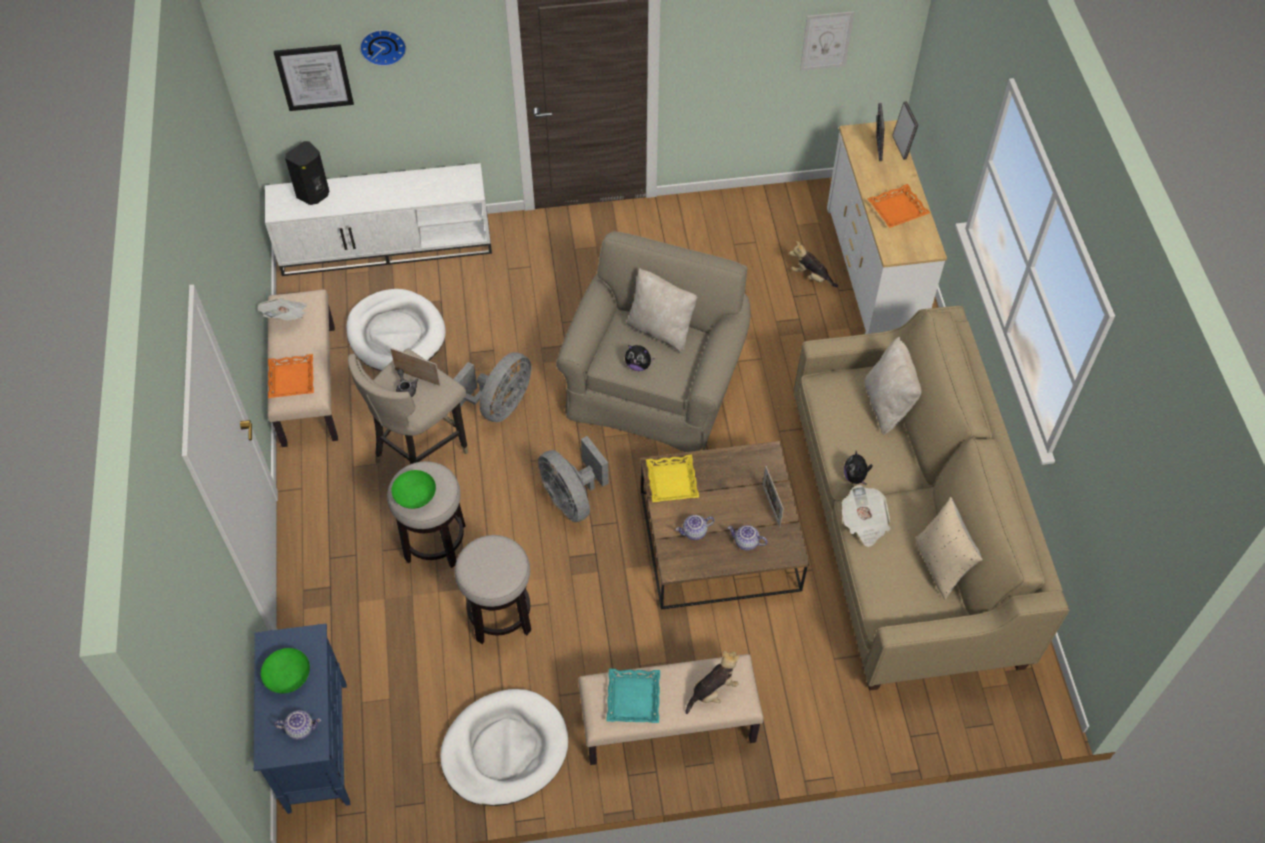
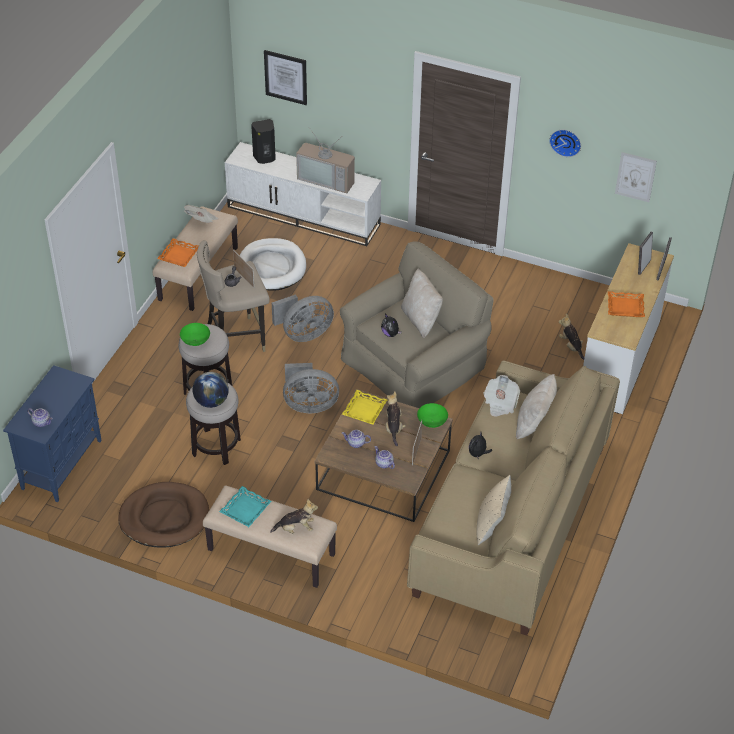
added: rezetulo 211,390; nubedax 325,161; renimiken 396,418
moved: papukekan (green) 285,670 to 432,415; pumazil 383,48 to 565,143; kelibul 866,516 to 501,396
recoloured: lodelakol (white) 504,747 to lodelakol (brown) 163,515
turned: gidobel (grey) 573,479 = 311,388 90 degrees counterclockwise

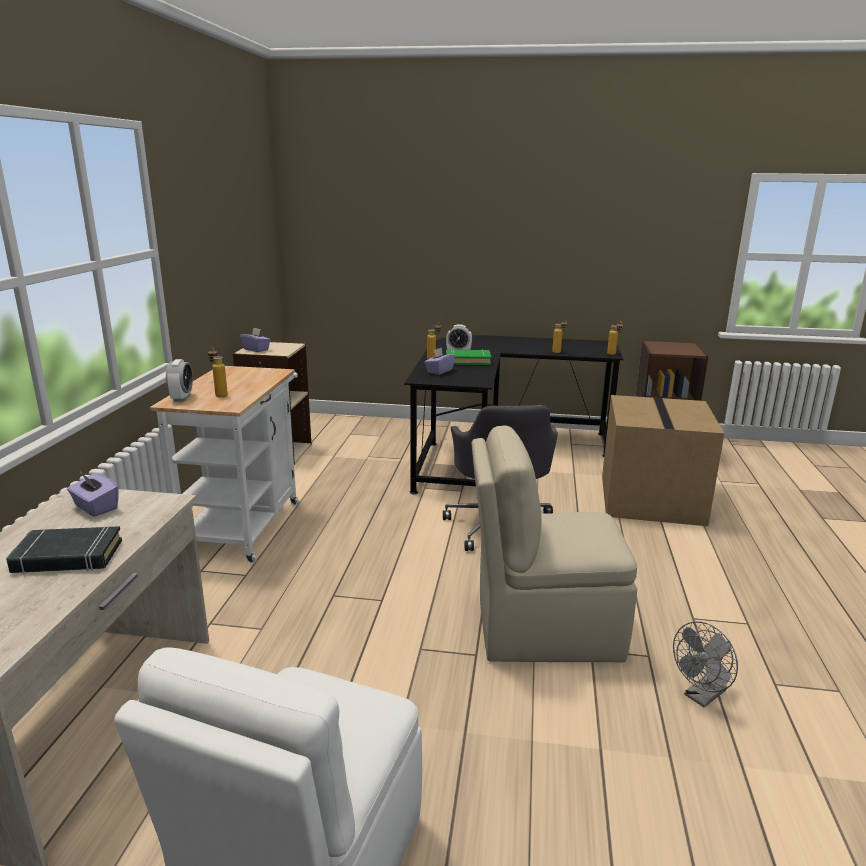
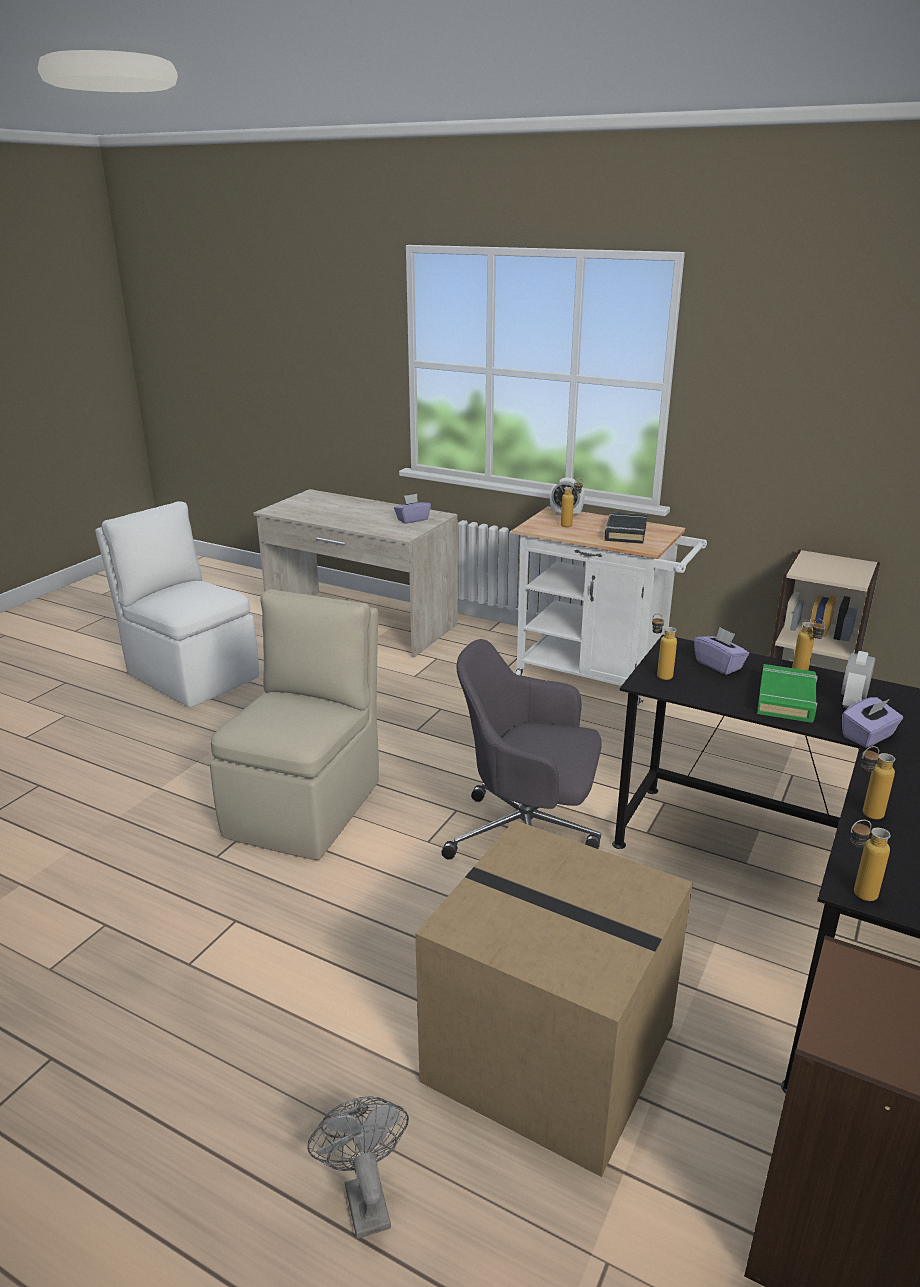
added: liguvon 664,647
moved: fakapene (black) 64,550 to 625,528; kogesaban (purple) 255,339 to 872,722; gidobel (grey) 705,664 to 358,1167

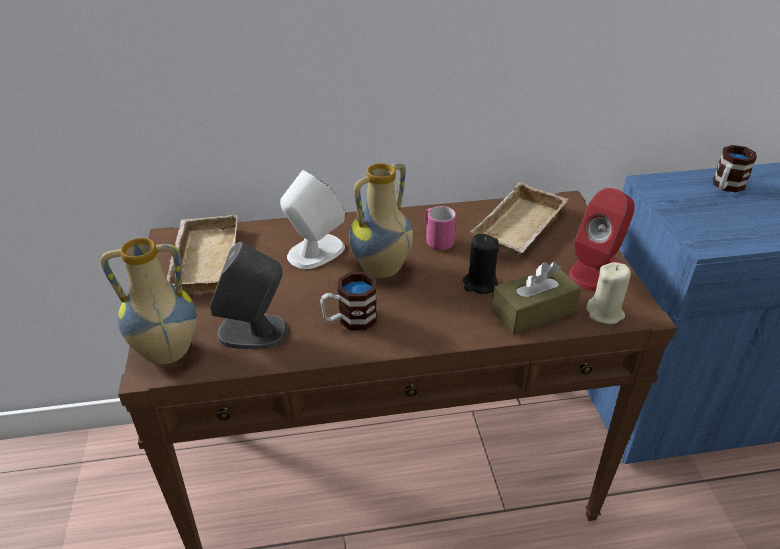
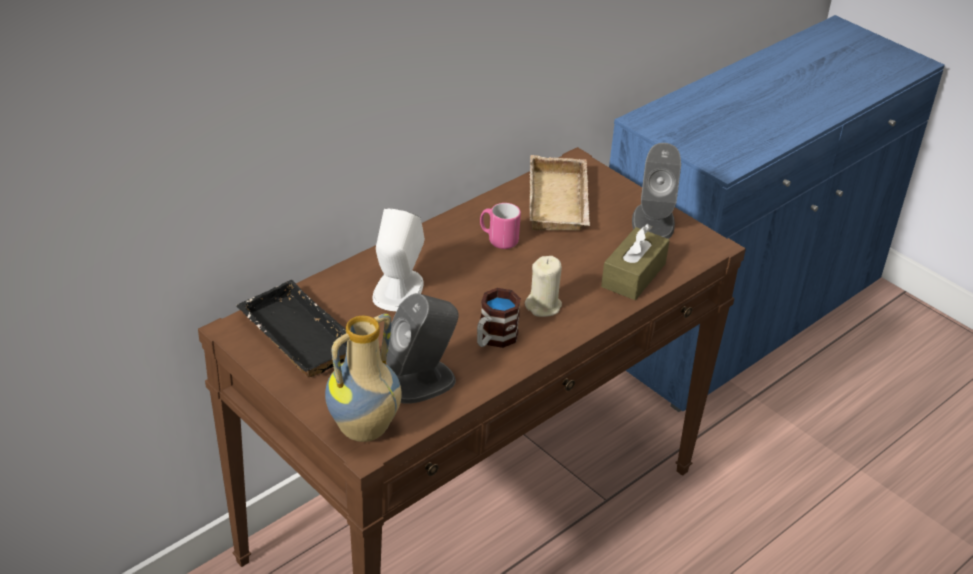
removed: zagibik 381,220; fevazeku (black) 481,264; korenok 735,168
moved: fevazeku (beige) 608,293 to 543,286
recoloured: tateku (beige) 202,254 to tateku (black) 291,328; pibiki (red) 602,239 to pibiki (grey) 656,191

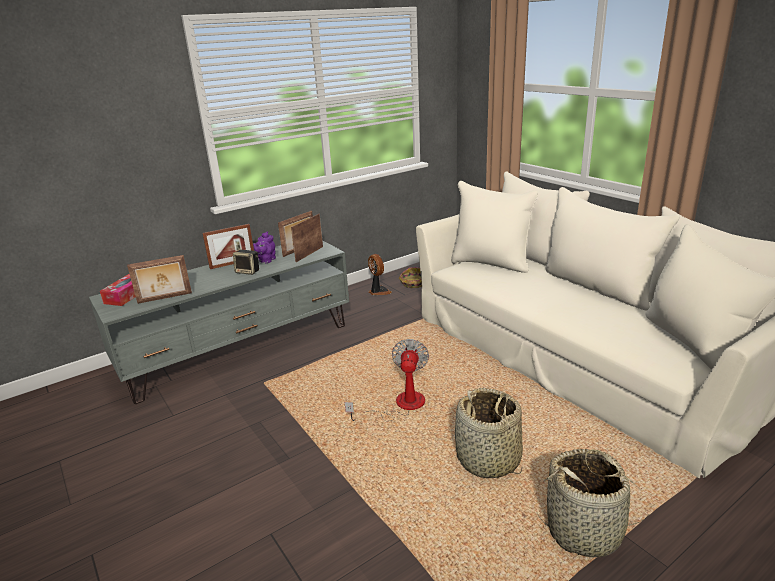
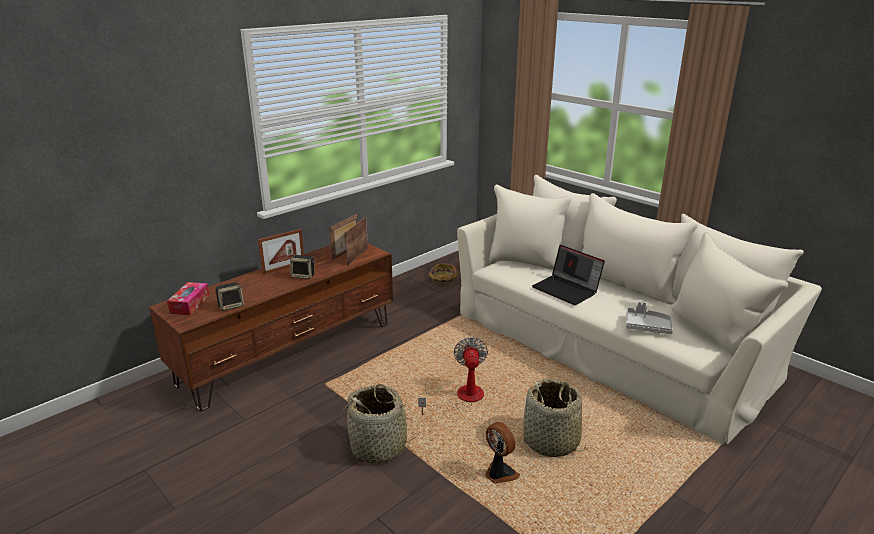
removed: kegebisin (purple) 264,247
added: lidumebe 568,275; tateku (grey) 649,318
moved: gidobel 380,274 to 502,453; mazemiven 592,503 to 381,424
replaced: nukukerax 159,279 to pibiki 229,296
recoloured: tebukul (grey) 219,322 to tebukul (brown) 271,328

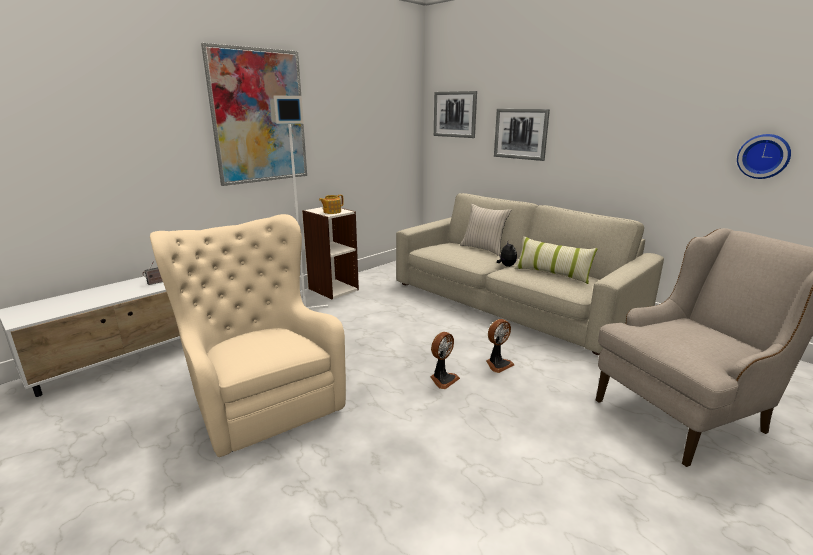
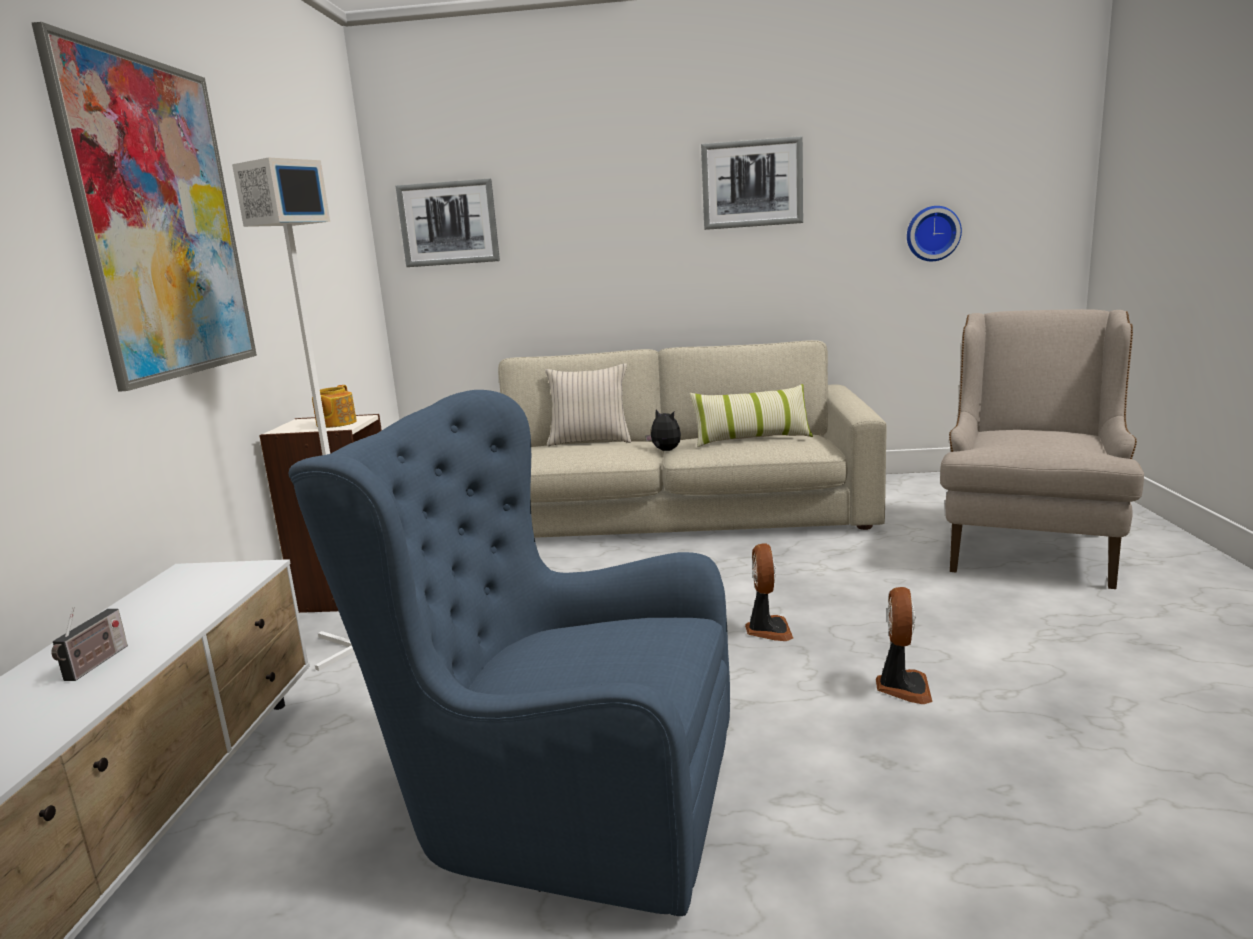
moved: gidobel 500,346 to 904,645; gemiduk 522,135 to 752,183
recoloured: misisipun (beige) 248,335 to misisipun (blue) 509,653

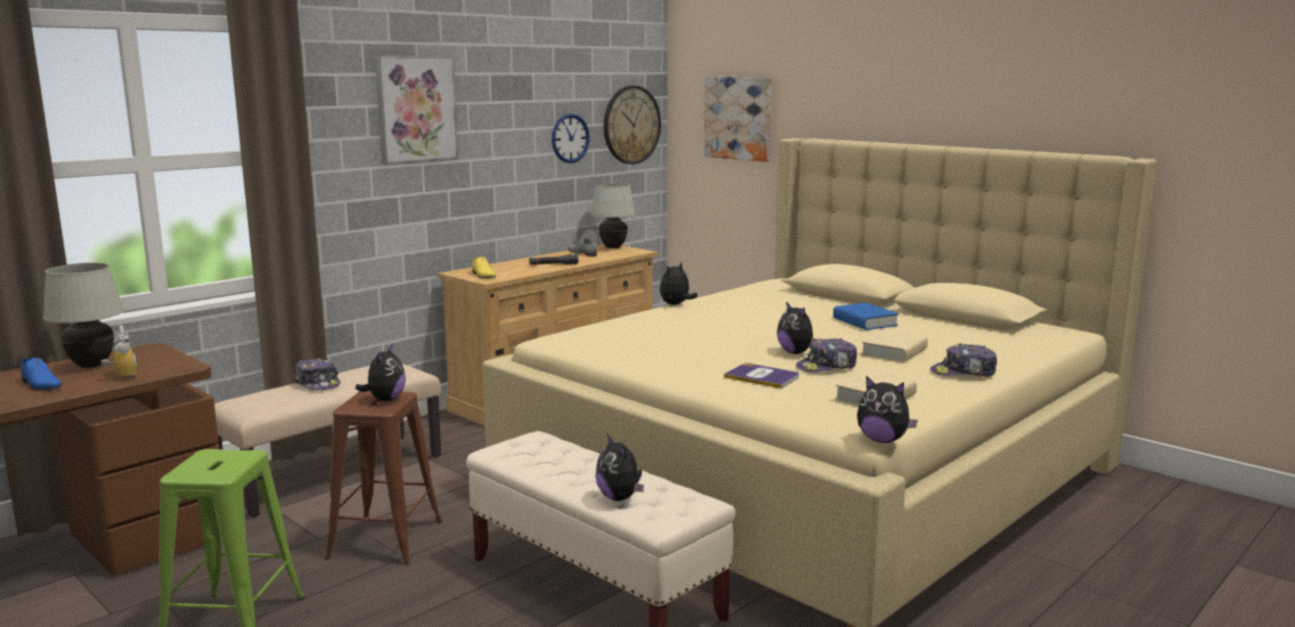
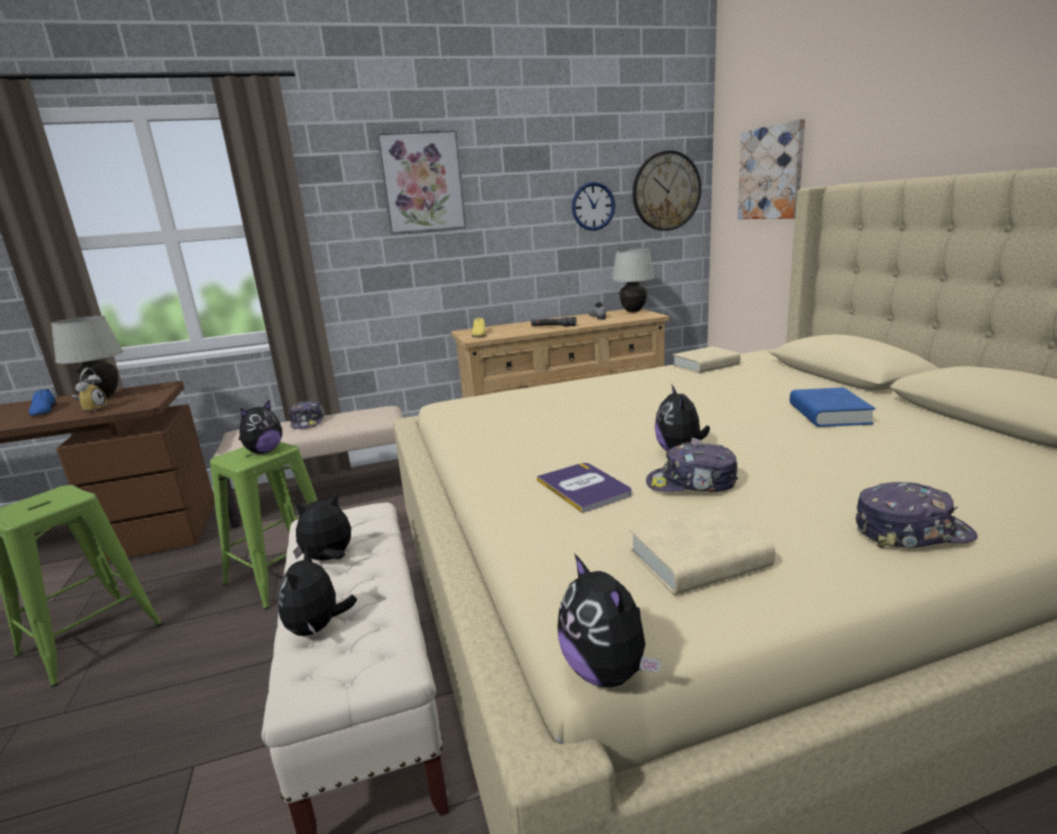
moved: renimiken 679,284 to 322,526; fakapene (beige) 894,345 to 706,359
recoloured: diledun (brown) 383,477 to diledun (green) 264,526
turned: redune 963,359 = 916,515 150 degrees clockwise

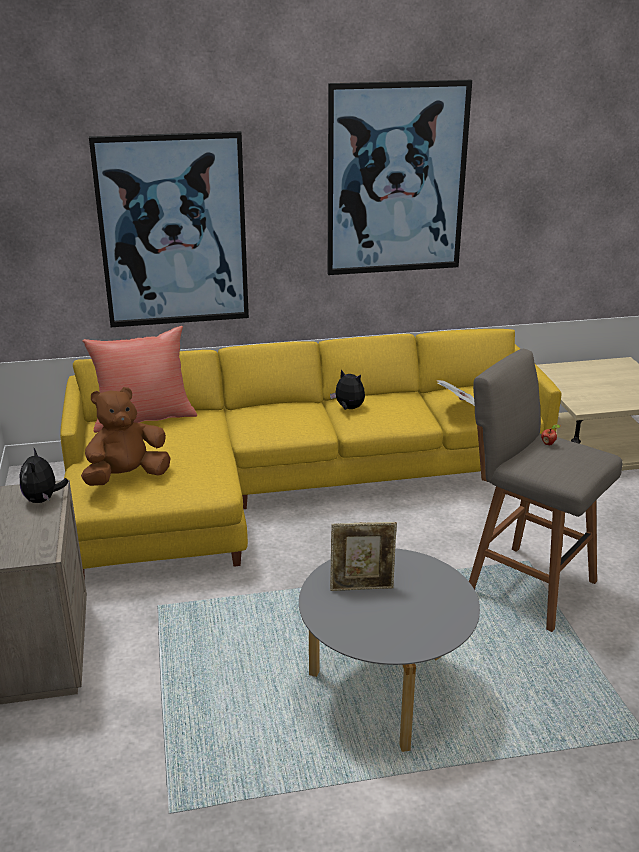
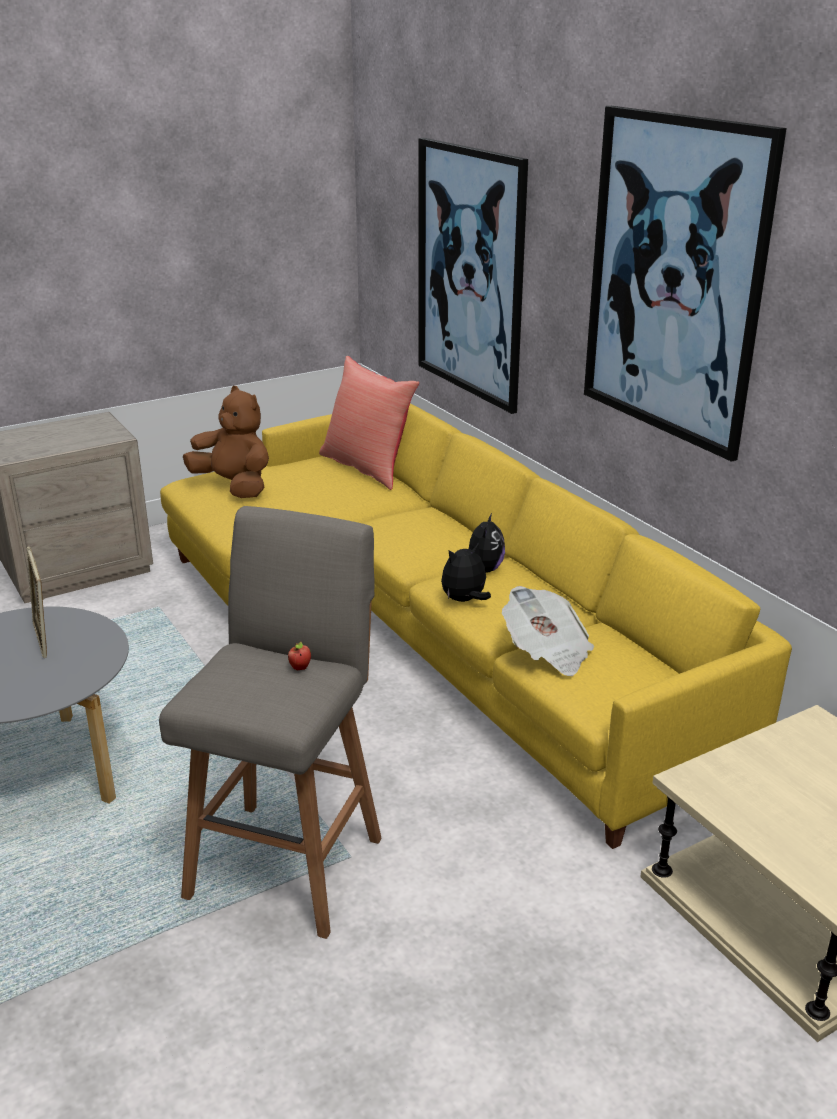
moved: renimiken 44,475 to 466,572

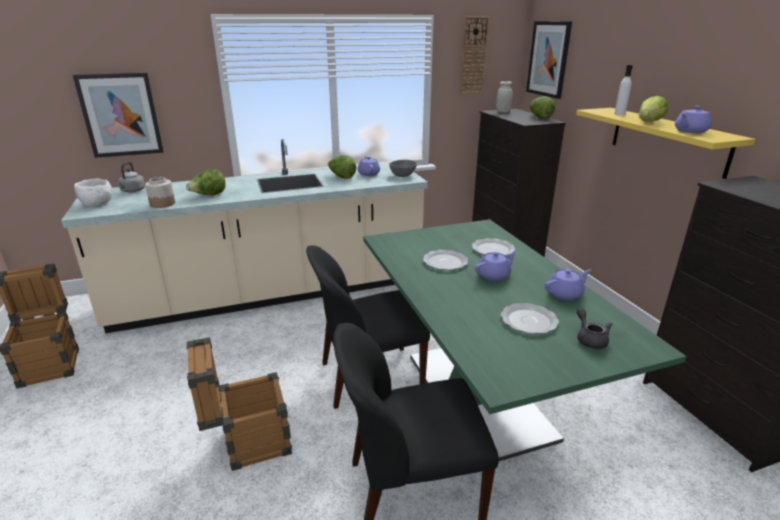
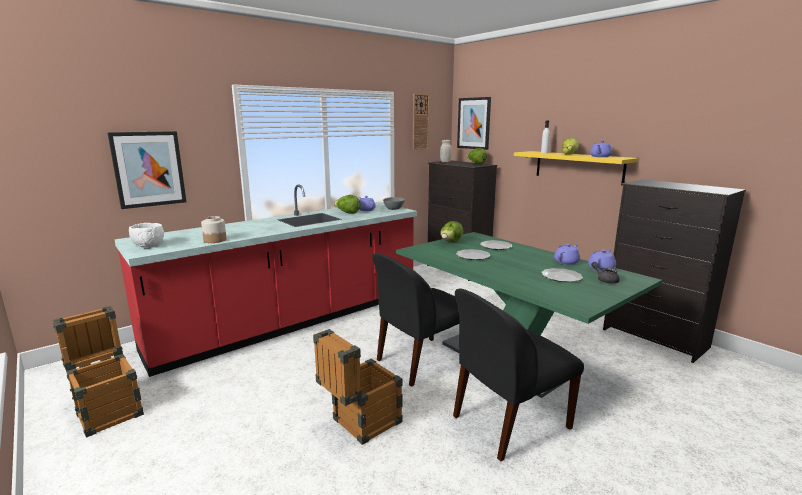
removed: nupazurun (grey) 130,177
moved: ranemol 206,182 to 451,231; kegebisin (purple) 496,266 to 602,260
recoloured: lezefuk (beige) 244,236 to lezefuk (red) 265,280

